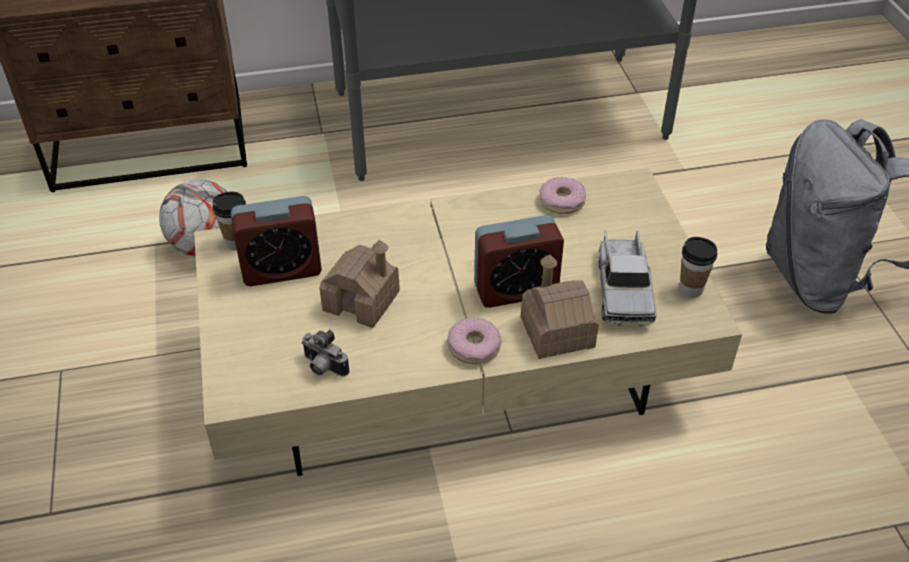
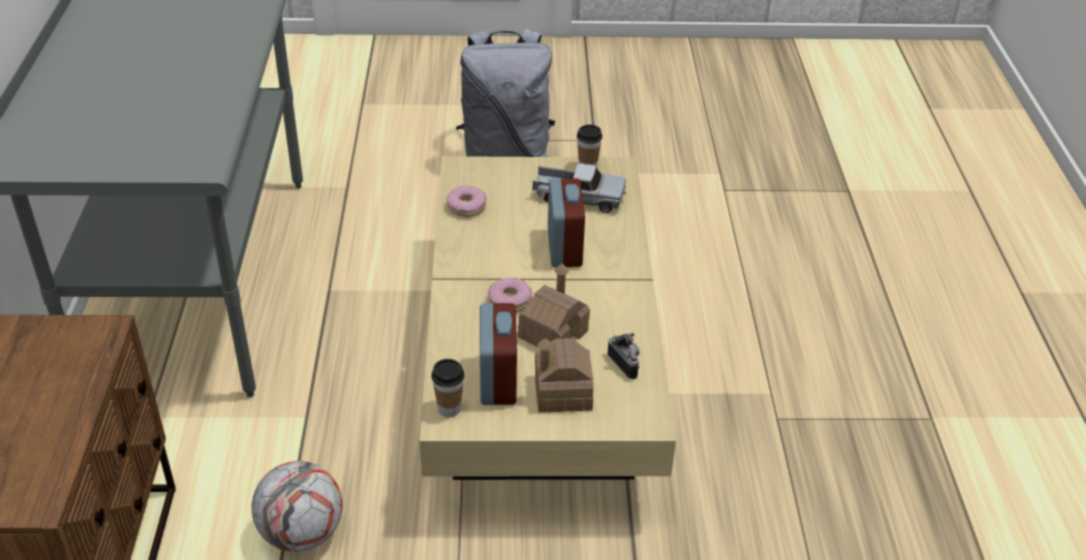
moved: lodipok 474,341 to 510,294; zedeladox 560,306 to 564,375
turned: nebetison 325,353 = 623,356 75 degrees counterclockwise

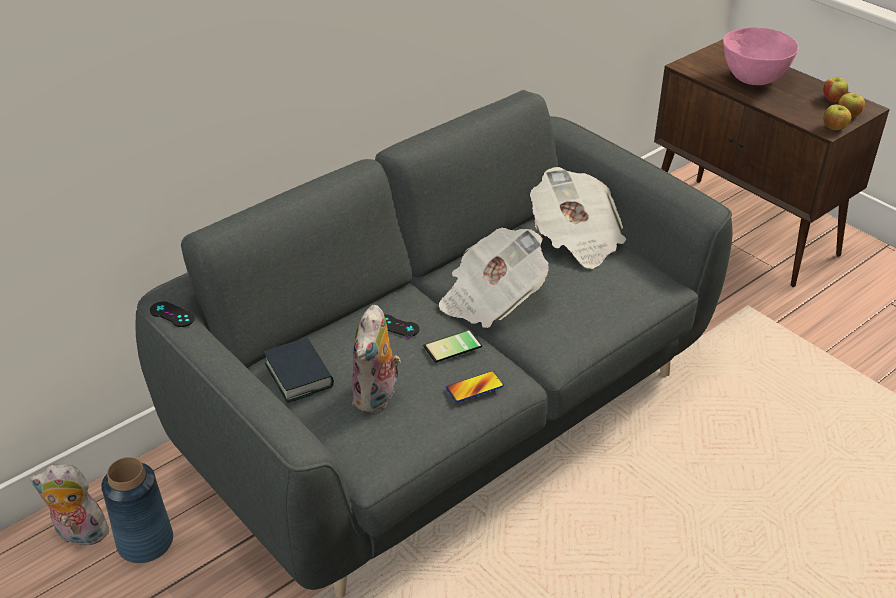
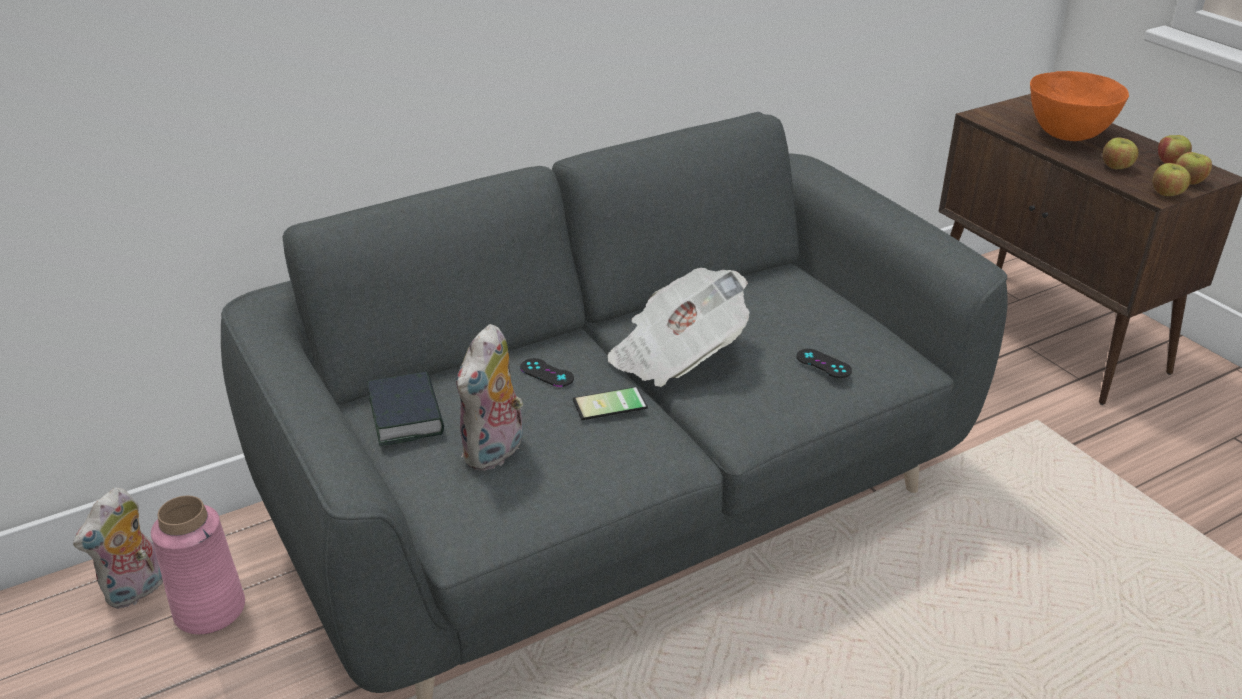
removed: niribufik 475,387; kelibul 578,218
added: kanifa 1121,153
moved: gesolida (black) 172,314 to 824,363
recoloured: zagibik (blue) 137,510 to zagibik (pink) 198,565; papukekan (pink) 761,56 to papukekan (orange) 1079,106
turned: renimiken 69,505 = 118,548 75 degrees counterclockwise

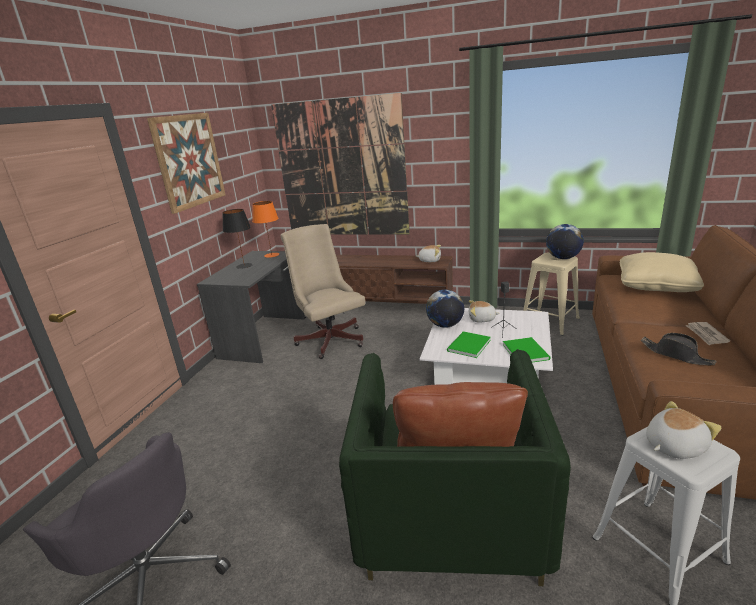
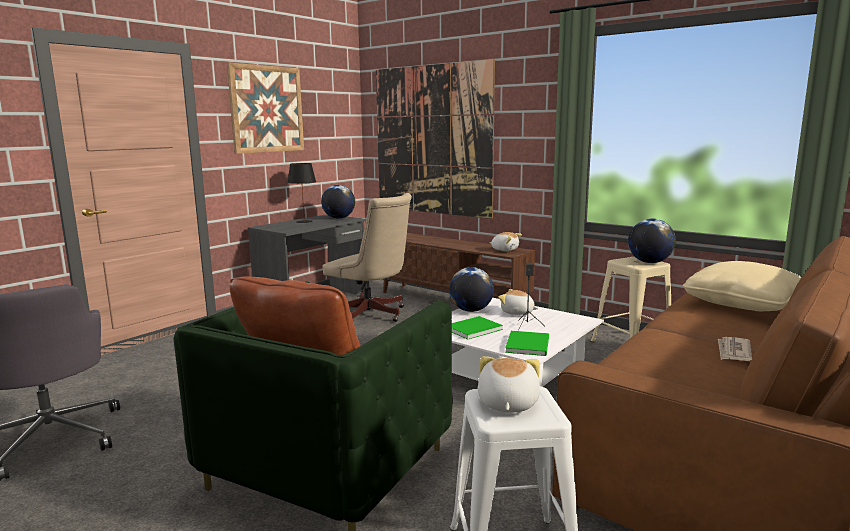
removed: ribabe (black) 679,349
replaced: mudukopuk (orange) 265,229 to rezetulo 338,202
turned: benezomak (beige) 323,291 = 367,257 135 degrees clockwise; renimiken 683,430 = 509,384 75 degrees counterclockwise

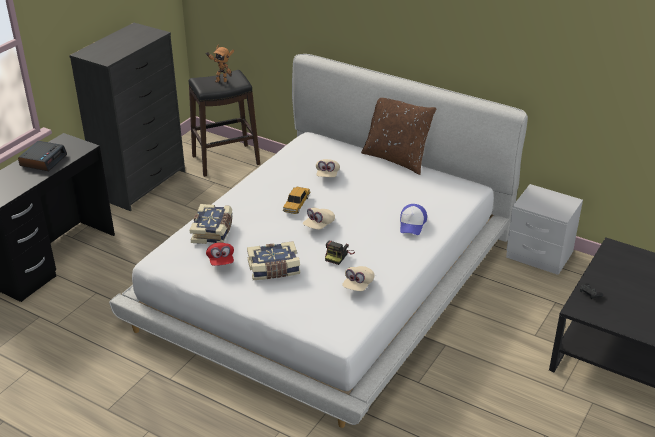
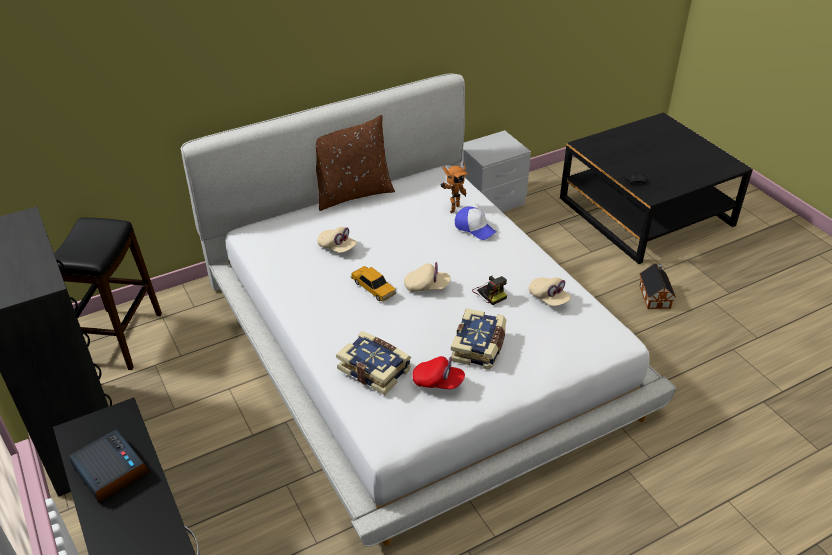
added: zedeladox 657,286
moved: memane 220,63 to 454,187
turned: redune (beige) 319,218 = 427,277 60 degrees counterclockwise

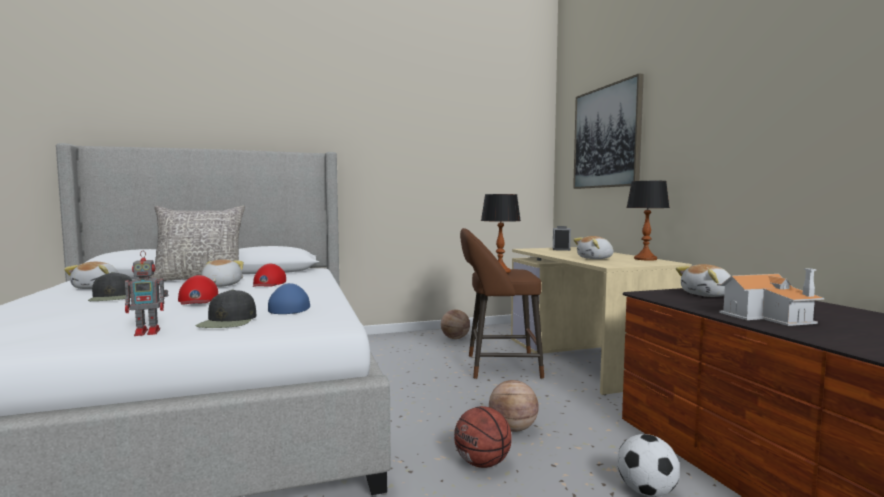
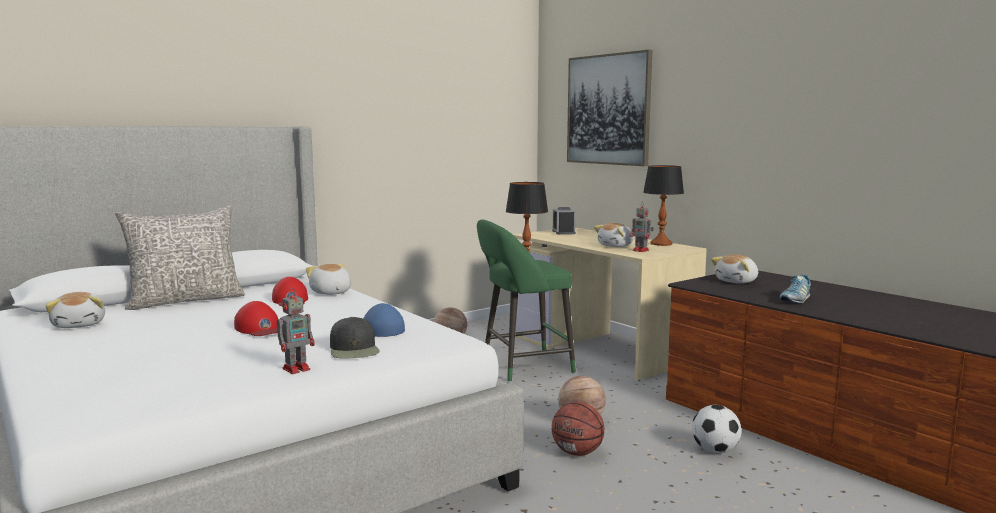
removed: redune (black) 110,286
added: memane 642,227
moved: renimiken 222,273 to 328,279
replaced: zedeladox 770,297 to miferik 795,288
recoloured: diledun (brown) 502,303 to diledun (green) 526,301

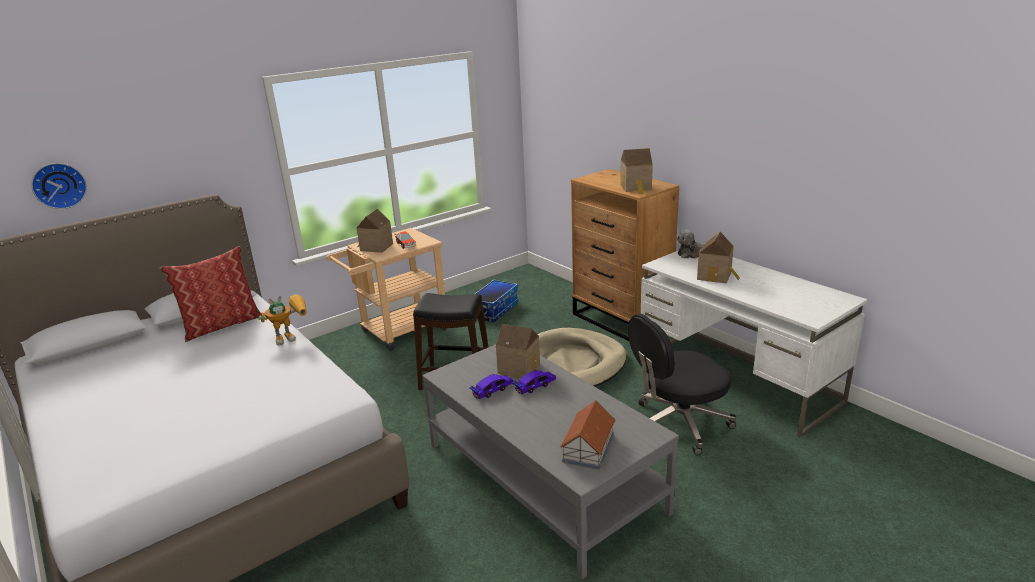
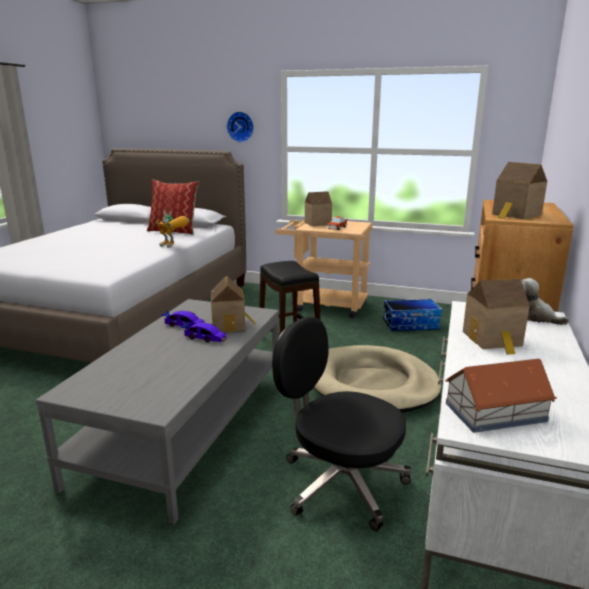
moved: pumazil 59,186 to 240,126; zedeladox 588,435 to 501,396

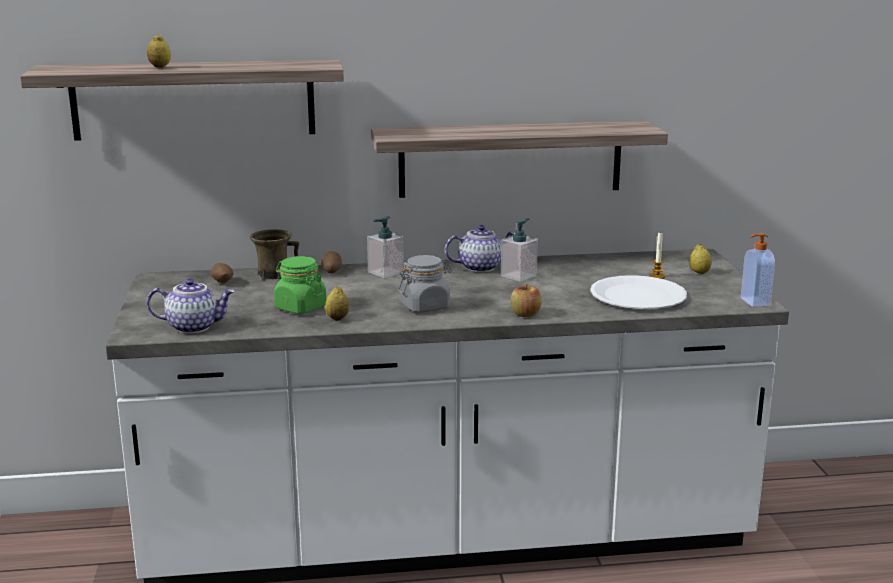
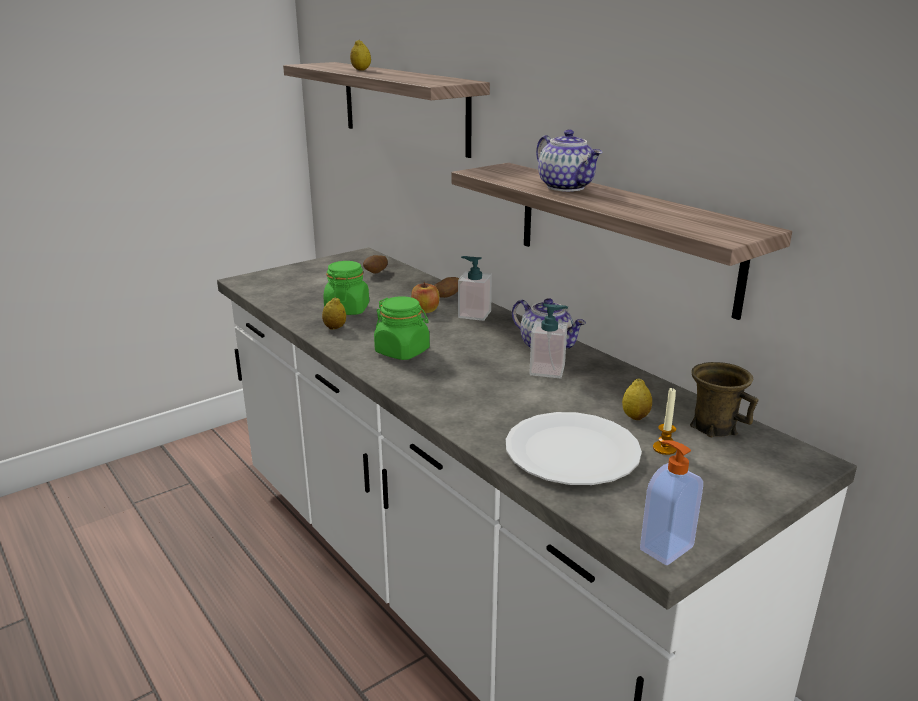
moved: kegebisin 191,306 to 569,160; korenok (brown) 274,254 to 724,399; kanifa 526,300 to 425,297; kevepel 701,259 to 637,399
recoloured: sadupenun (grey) 425,283 to sadupenun (green) 402,328

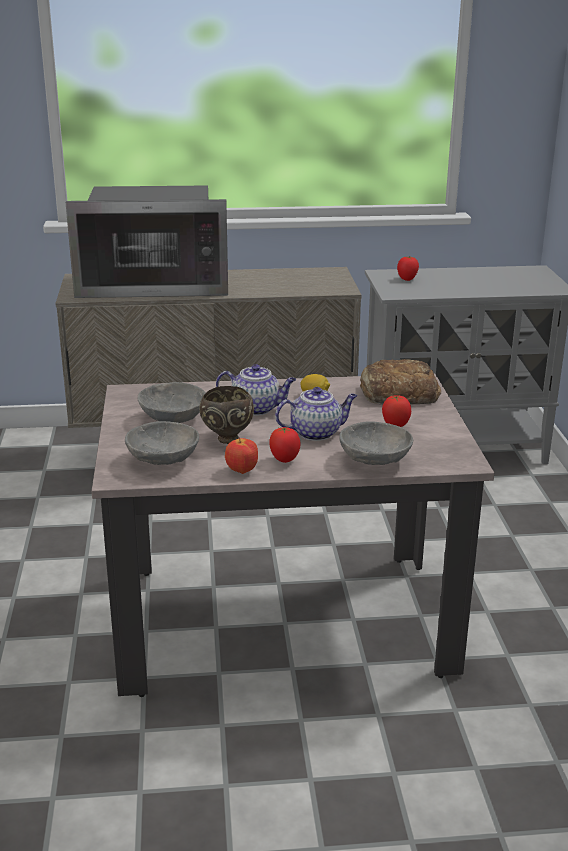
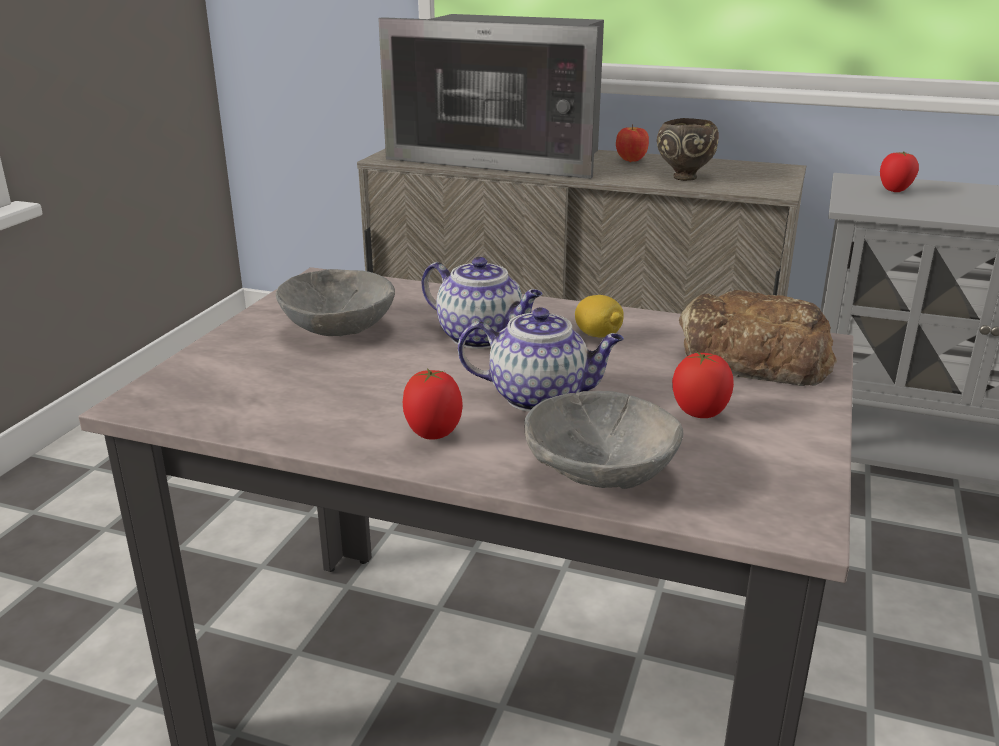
removed: papukekan (grey) 162,443
moved: papukekan (brown) 226,415 to 688,149; kanifa 241,455 to 632,143

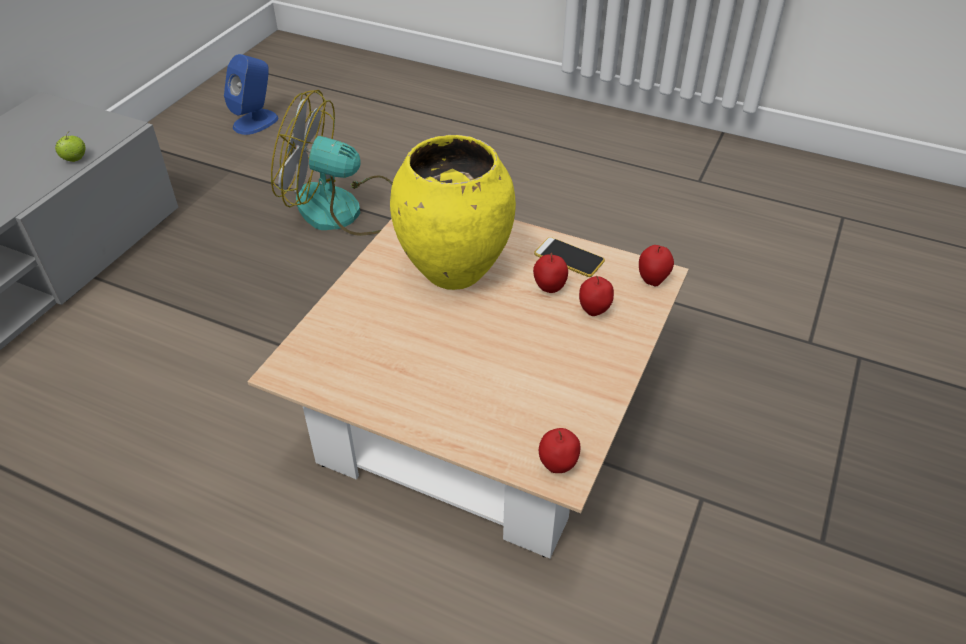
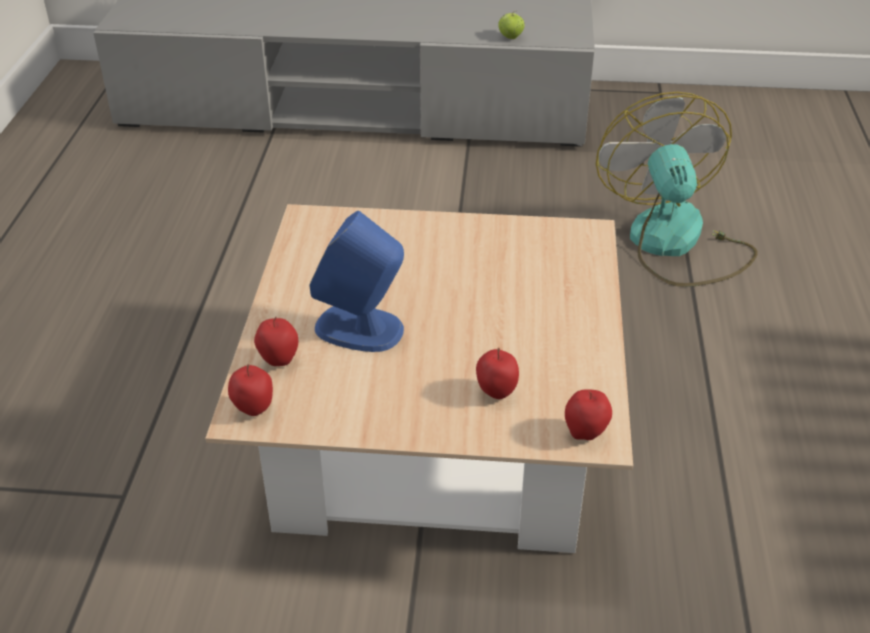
removed: zagibik (yellow) 453,212; niribufik 569,257
moved: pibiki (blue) 251,94 to 356,281; kanifa 550,273 to 276,341

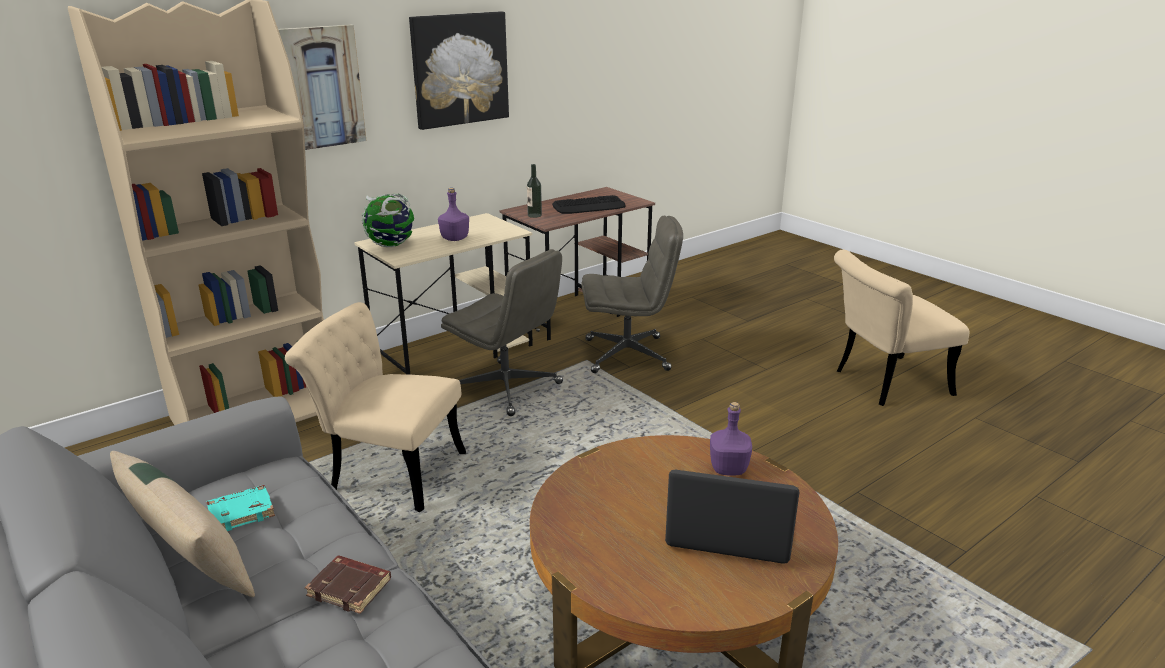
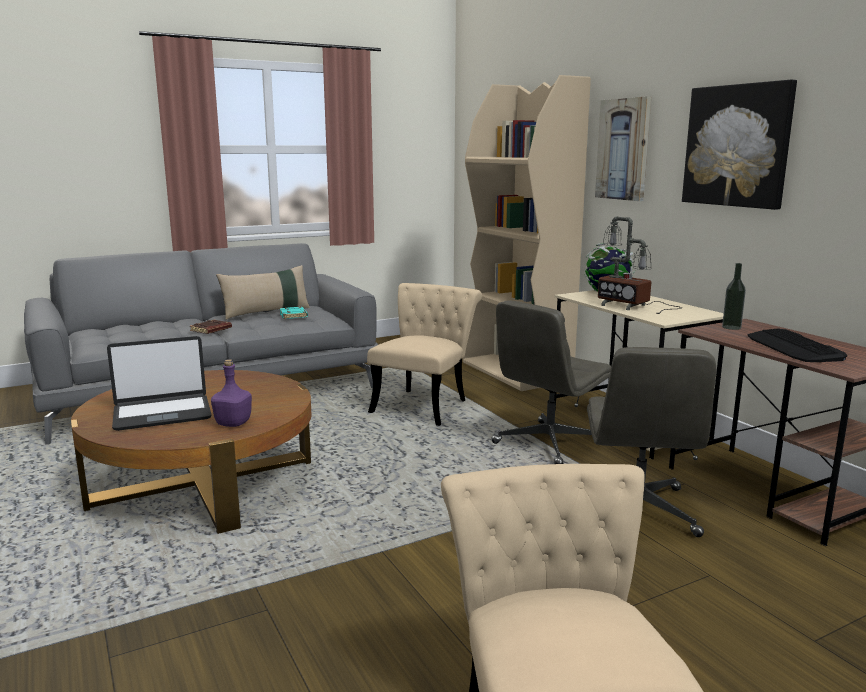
replaced: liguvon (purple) 453,214 to mudukopuk 640,265
turned: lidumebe 732,517 = 159,383 45 degrees clockwise

